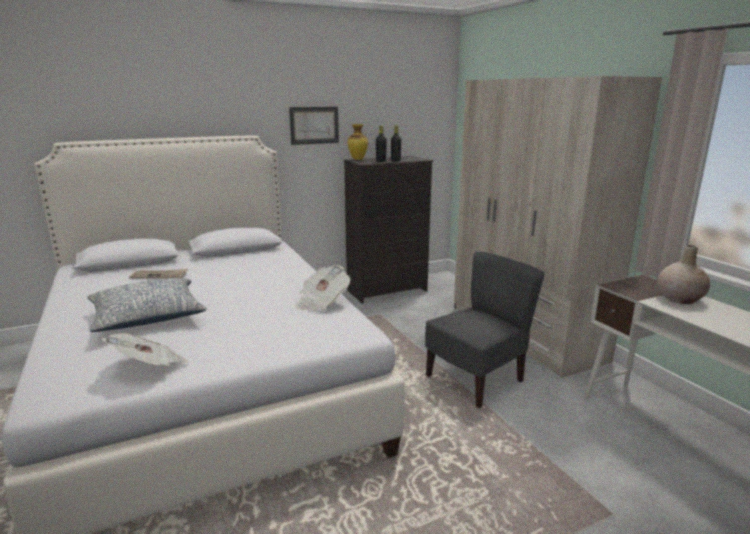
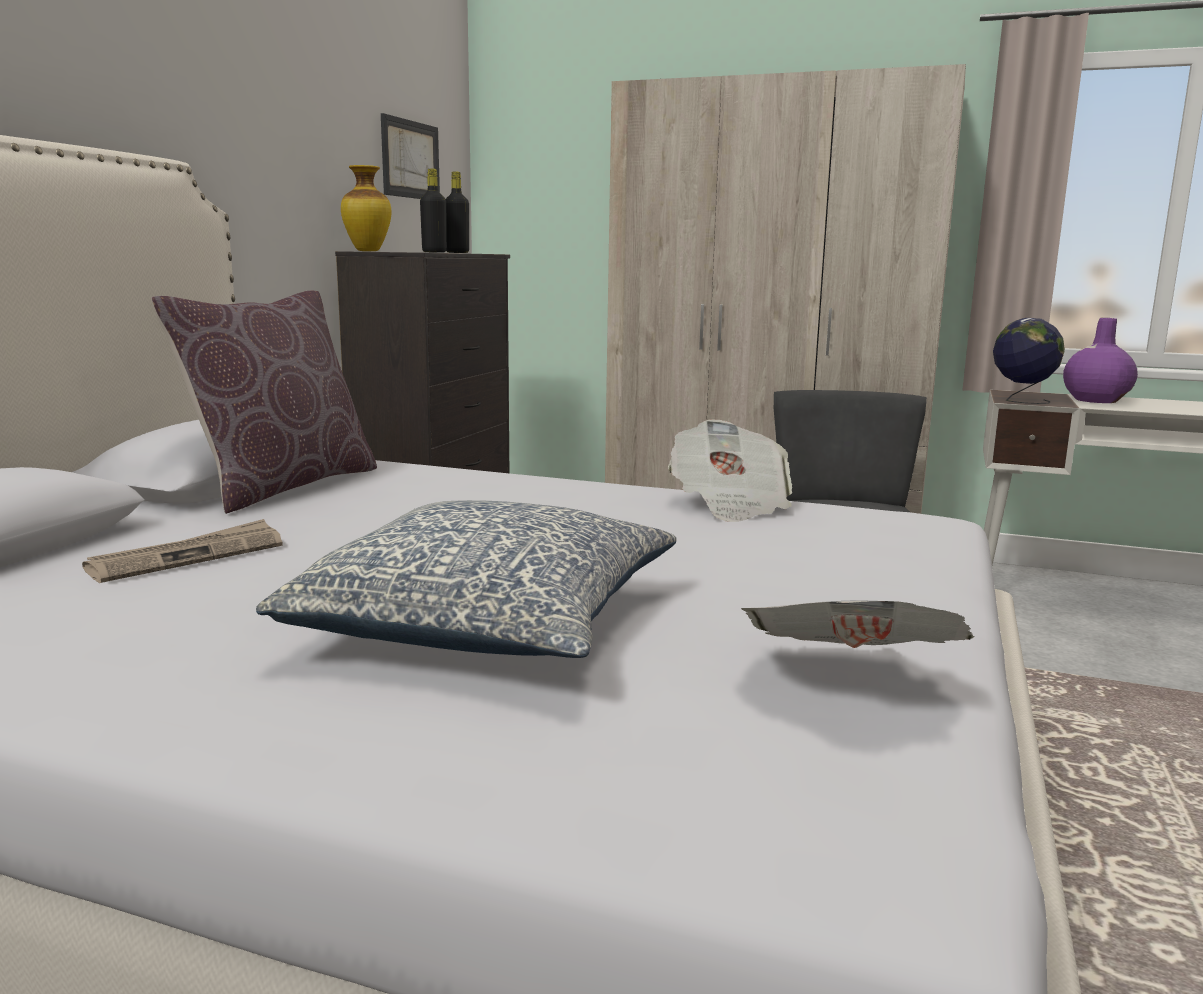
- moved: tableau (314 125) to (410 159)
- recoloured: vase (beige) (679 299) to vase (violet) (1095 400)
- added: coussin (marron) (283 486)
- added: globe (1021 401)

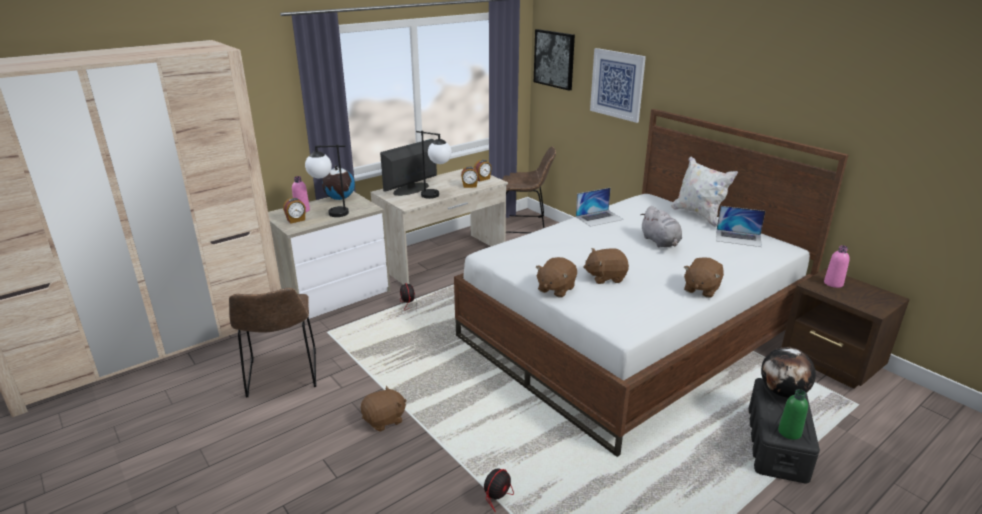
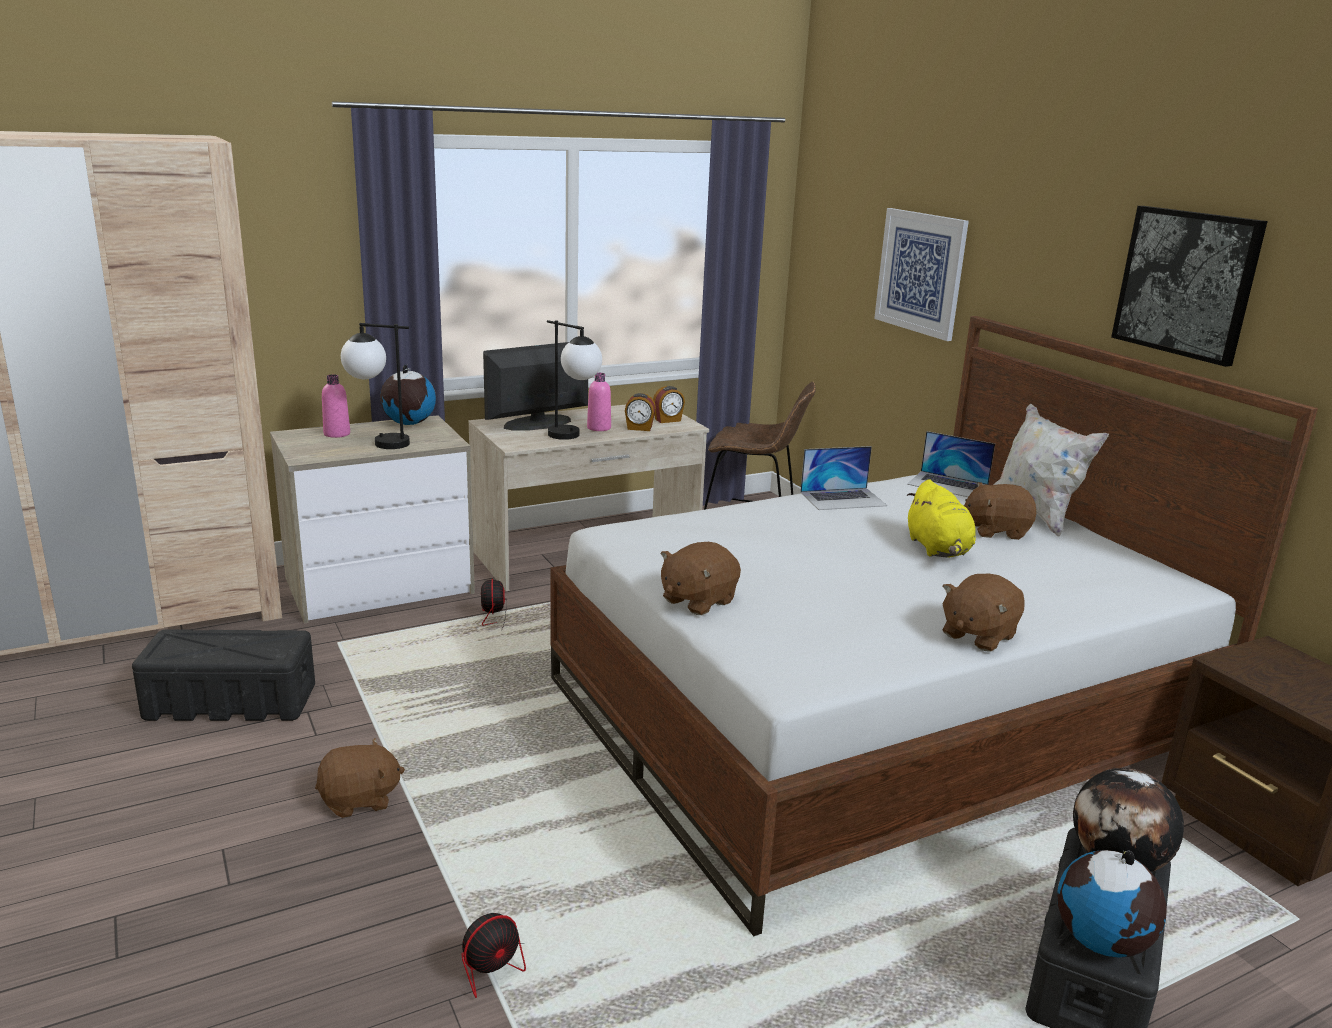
- moved: tableau (554 59) to (1186 283)
- removed: réveil (296 220)
- recoloured: peluche (gris) (660 242) to peluche (jaune) (938 549)
- moved: ordinateur portable (738 238) to (948 485)
- moved: bouteille (rose) (833 283) to (599 428)
- moved: peluche (marron) (605 277) to (996 531)
- replaced: chaise (marron) (282 376) to boîte de rangement (noir) (229 701)
- replaced: bouteille (vert) (789 432) to globe (1102 942)

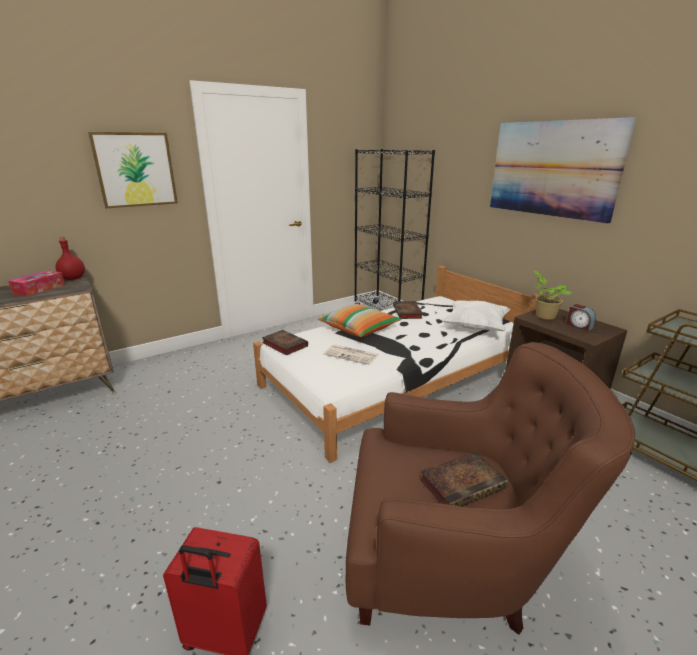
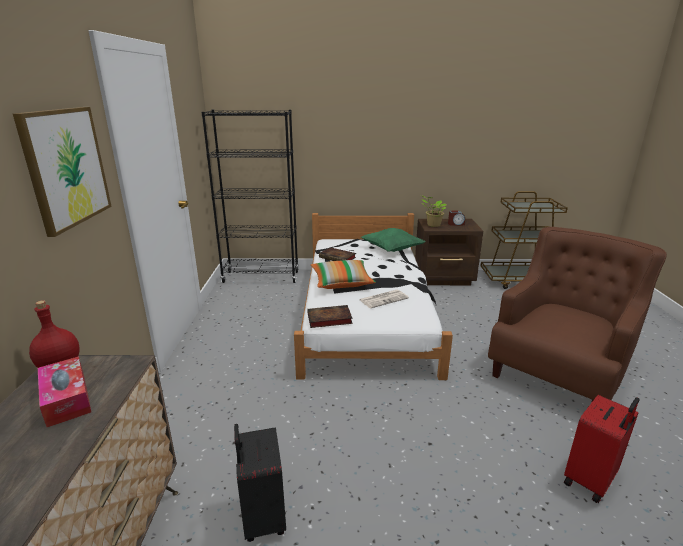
- removed: tableau (553 169)
- recoloured: coussin (blanc) (475 327) to coussin (vert) (392 249)
- removed: livre (463 483)
- added: valise (noir) (262 517)

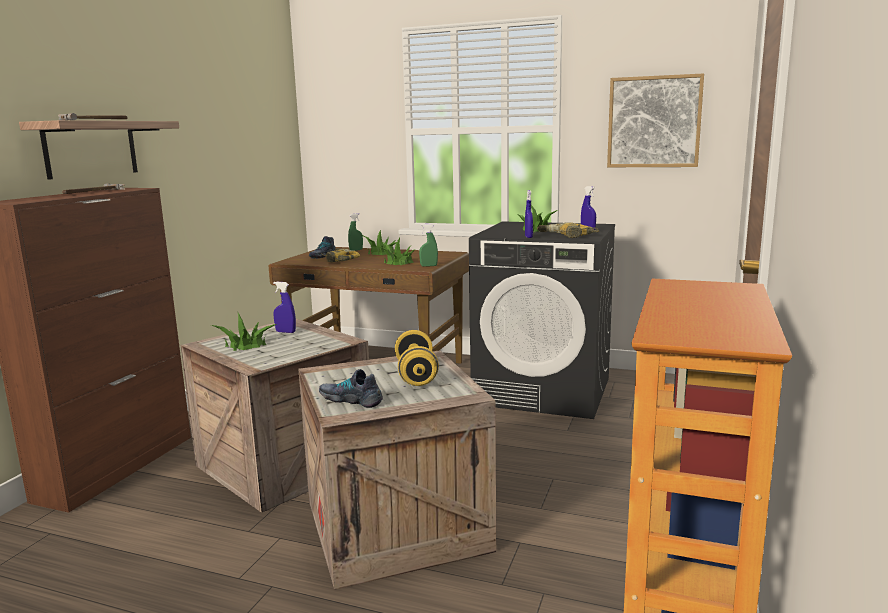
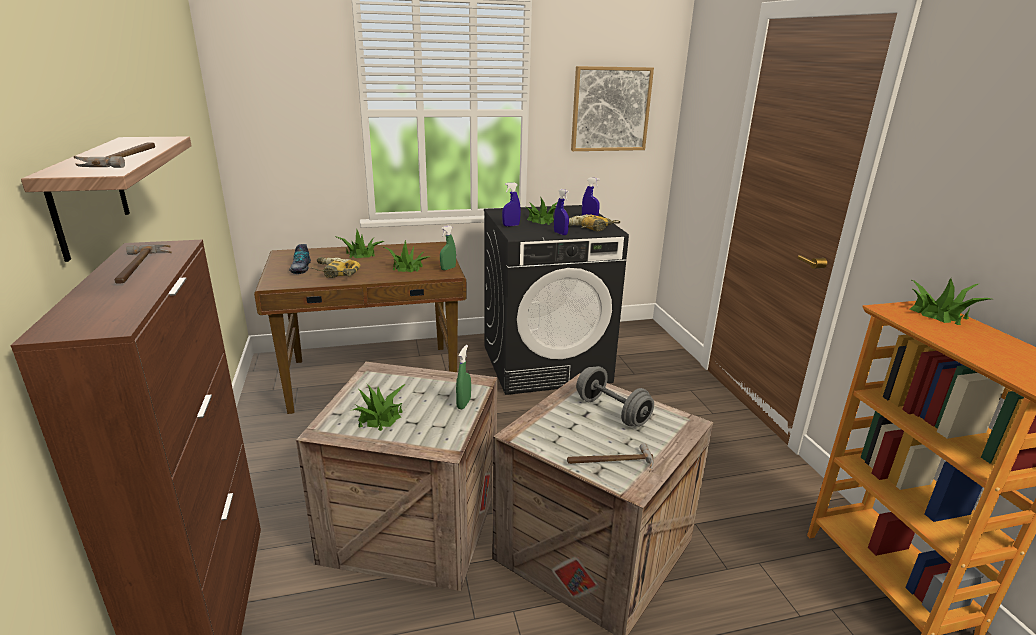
- moved: vaporisateur (vert) (356 250) to (463 404)
- moved: vaporisateur (bleu) (285 332) to (511 225)
- recoloured: haltère (jaune) (416 375) to haltère (gris) (612 411)
- replaced: chaussure (351 399) to marteau (610 462)
- added: plante en pot (939 314)

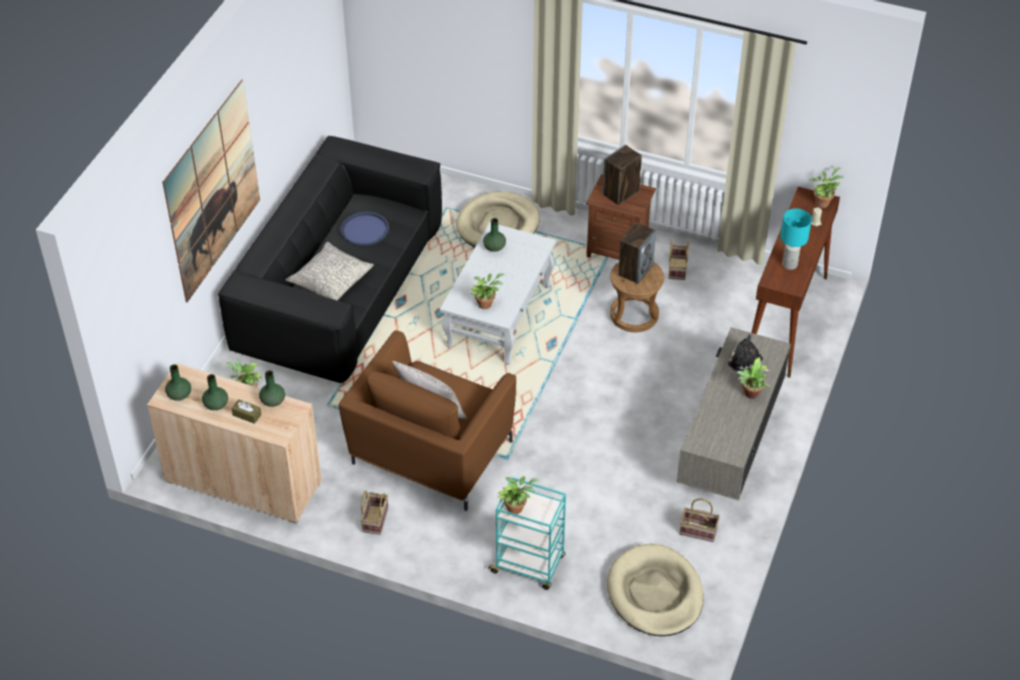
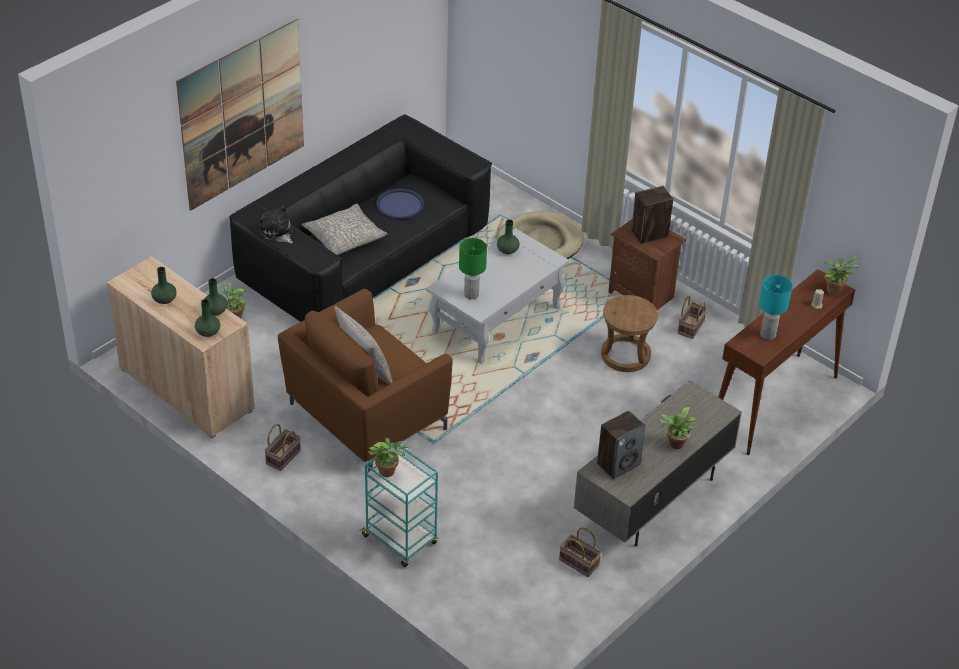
- moved: enceinte (635 270) to (618 464)
- replaced: plante en pot (486 303) to lampe de table (vert) (471 295)
- moved: peluche (747 363) to (277 232)
- moved: vase (vert) (179 395) to (208 332)
- removed: boîte à mouchoirs (marron) (247 415)
- removed: panier pour chien (beige) (655 593)

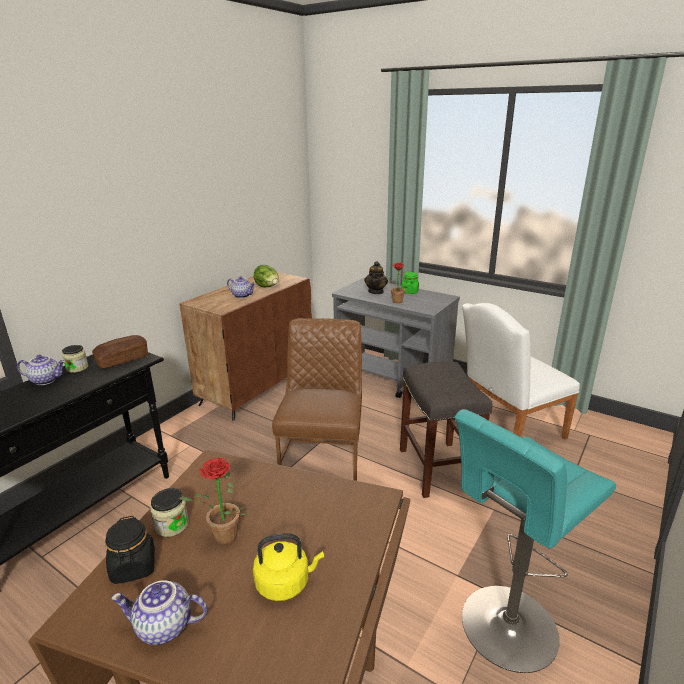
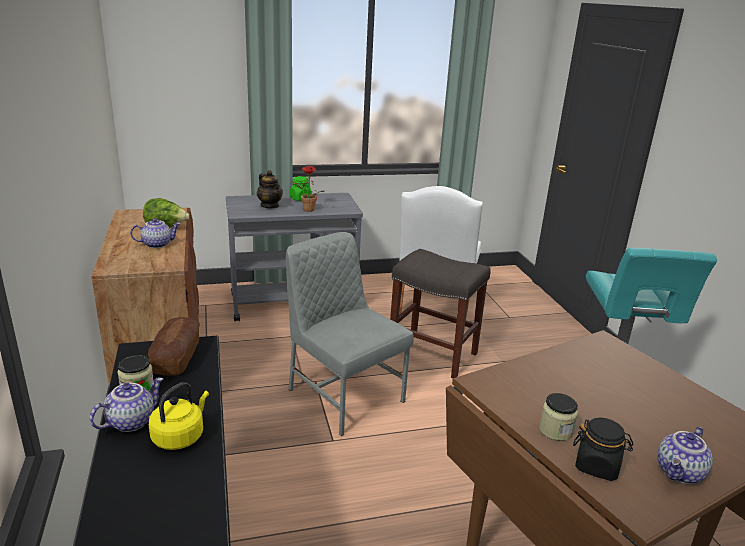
- recoloured: chaise (marron) (324 459) to chaise (gris) (343 395)
- removed: plante en pot (221 538)
- moved: bouilloire (jaune) (285 583) to (180 436)

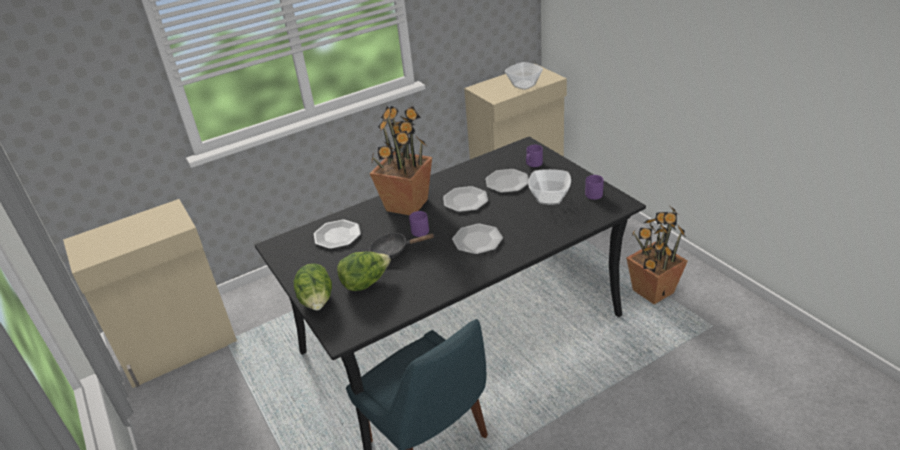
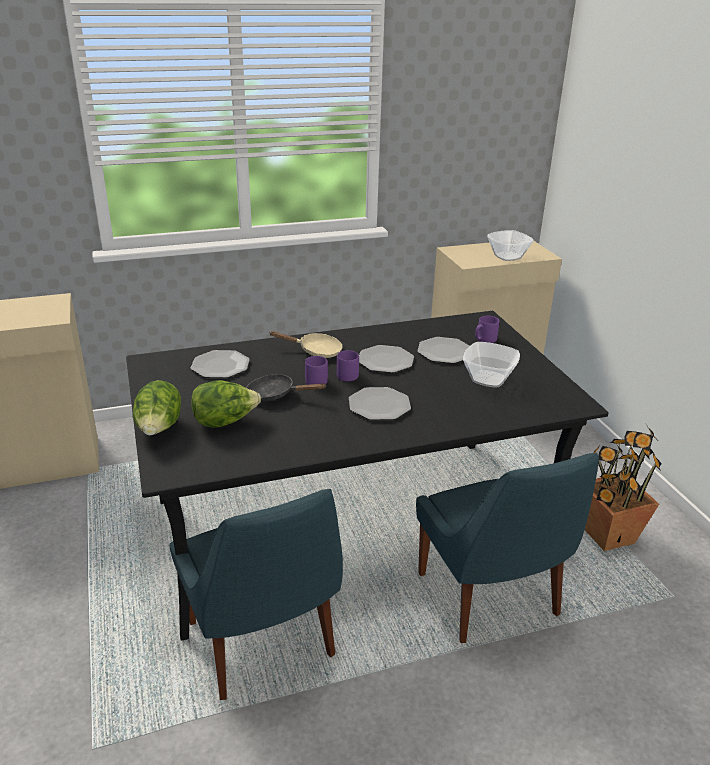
- replaced: plante en pot (407 204) to poêle (beige) (315 351)
- moved: mug (violet) (593 194) to (348 374)
- added: chaise (bleu) (490 598)

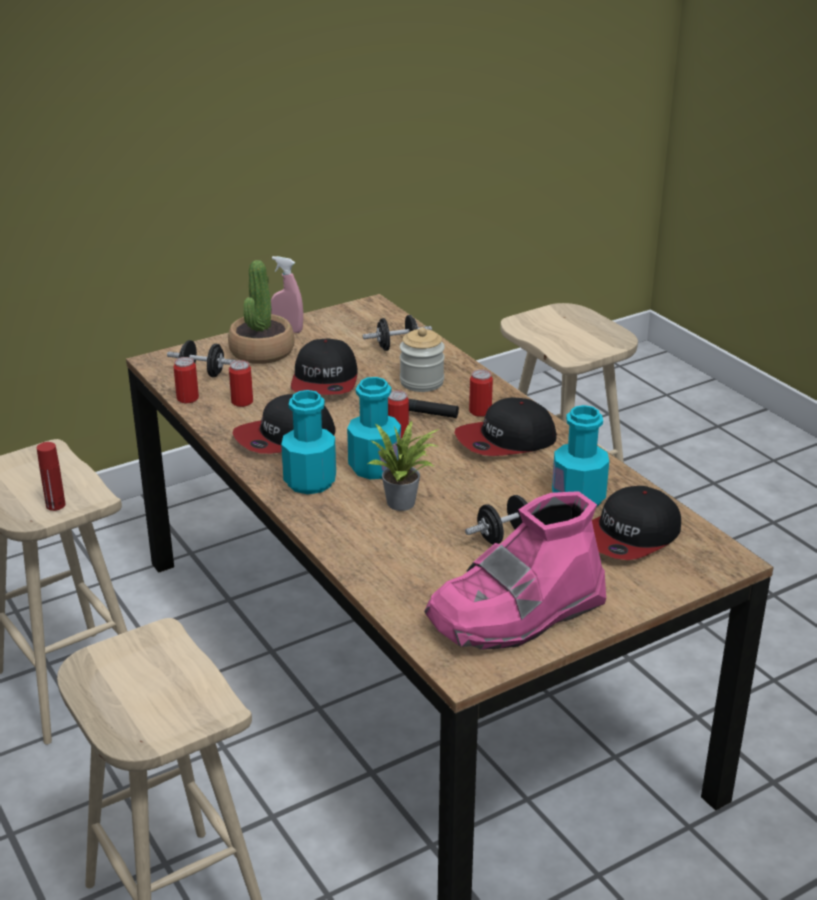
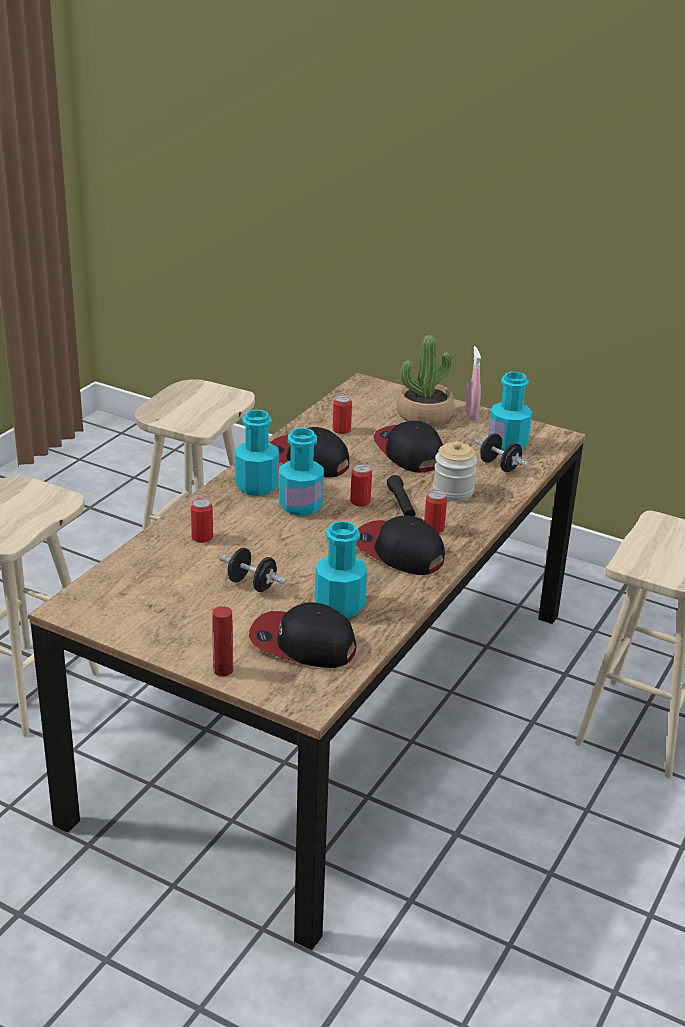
- turned: casquette (325 381) = (408 452) 90 degrees clockwise
- removed: haltère (noir) (202 373)
- moved: boîte métallique (187 398) to (202 537)
- removed: plante en pot (405 502)
- moved: bouteille (rouge) (55 505) to (223 670)
- removed: botte (rose) (517 615)
- added: bouteille (turquoise) (507 444)

